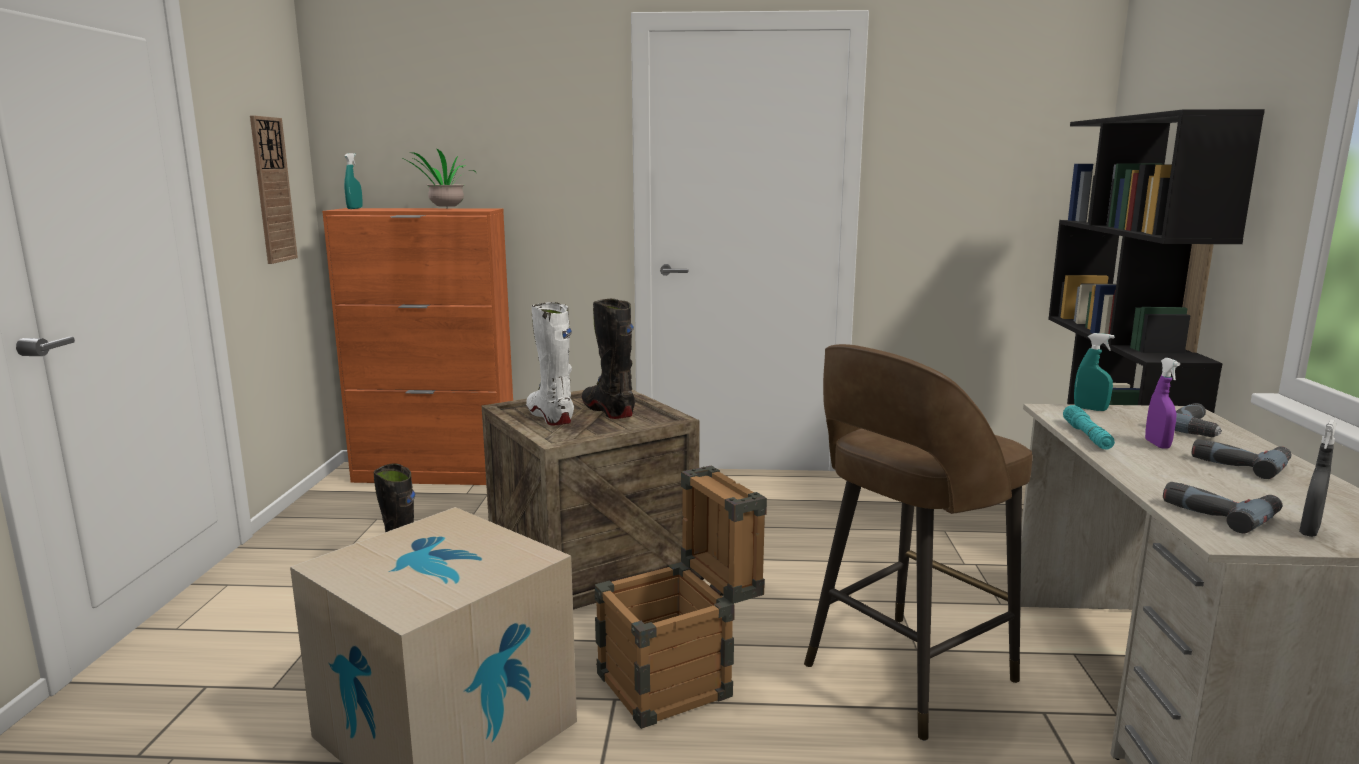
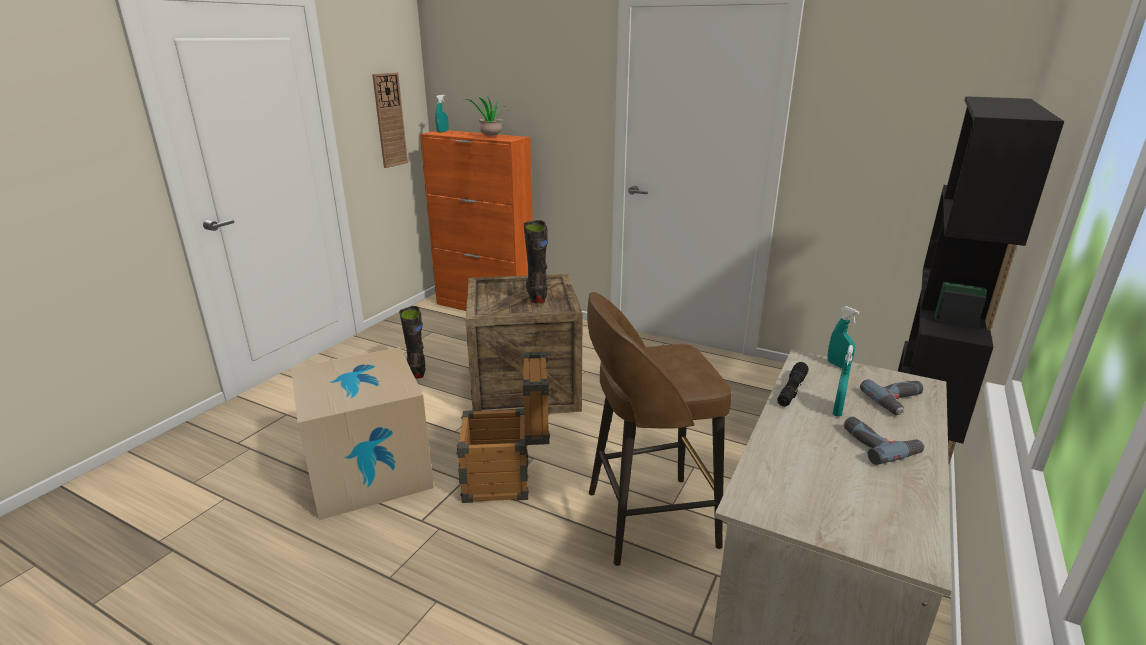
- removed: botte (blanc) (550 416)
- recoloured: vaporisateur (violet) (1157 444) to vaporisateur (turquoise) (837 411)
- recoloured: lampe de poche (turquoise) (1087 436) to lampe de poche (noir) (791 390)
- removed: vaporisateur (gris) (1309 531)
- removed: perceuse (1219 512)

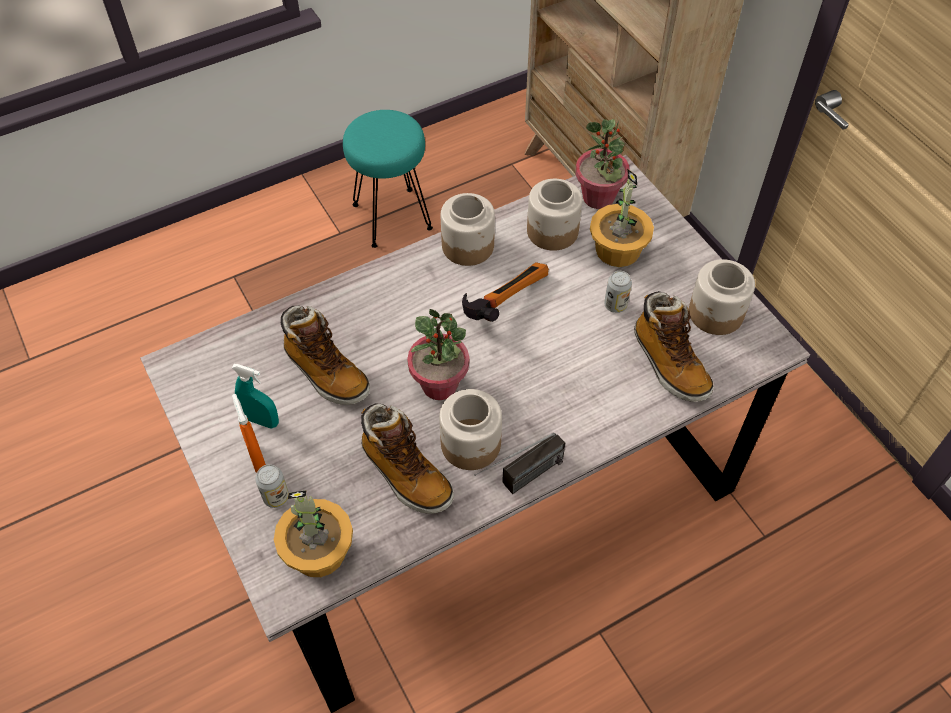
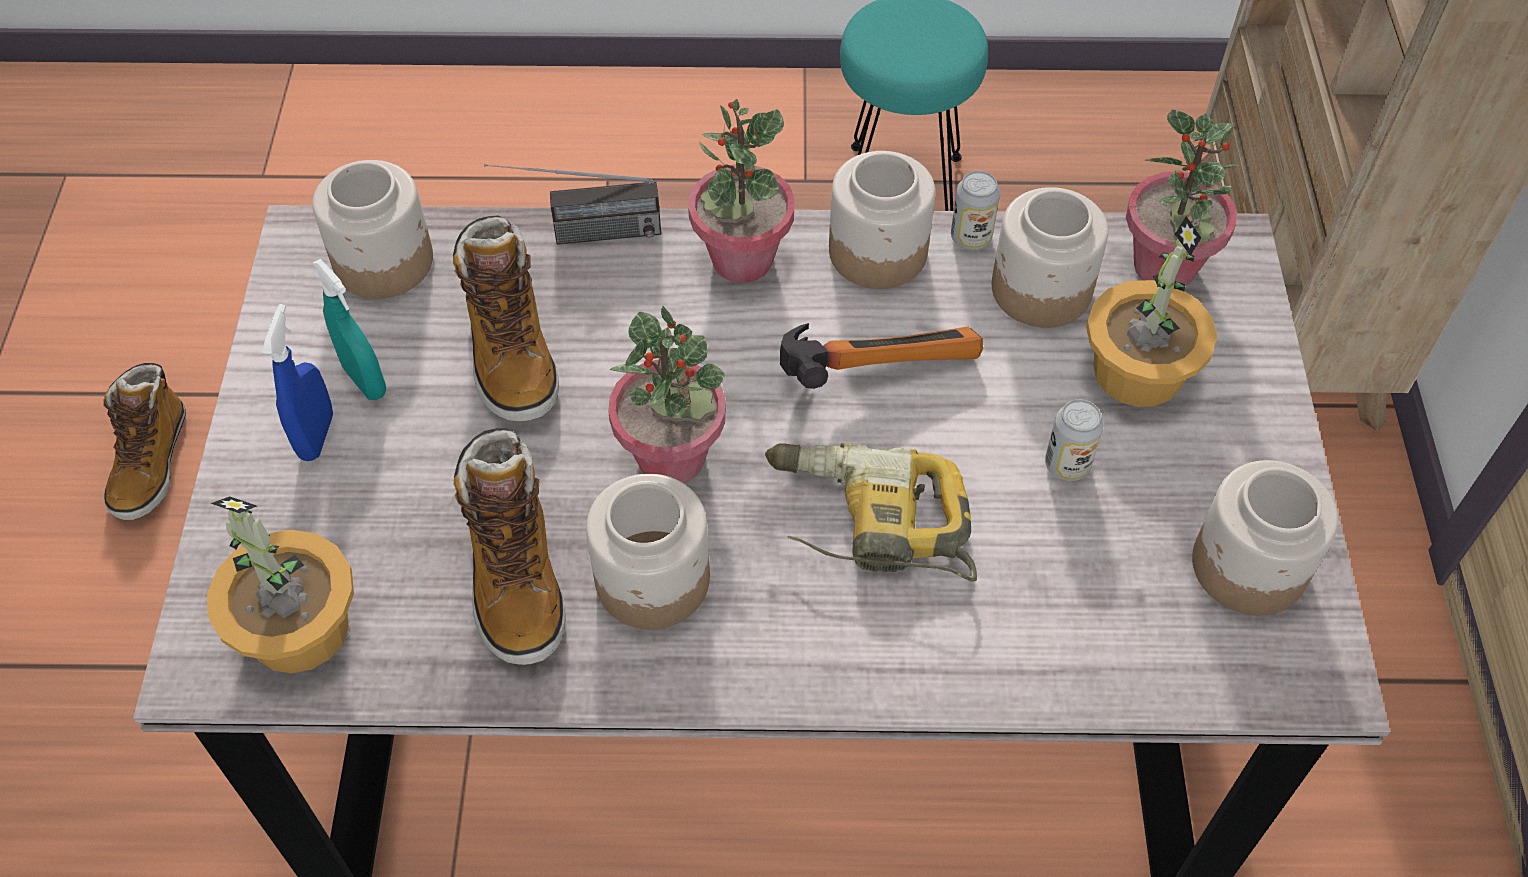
- moved: botte (669 364) to (151 463)
- recoloured: vaporisateur (orange) (257 458) to vaporisateur (bleu) (316 436)
- moved: radio (520 482) to (579 235)
- moved: boîte métallique (276 497) to (971 237)
- added: plante en pot (741 259)
- added: bocal (385 261)
- added: perceuse (867 523)

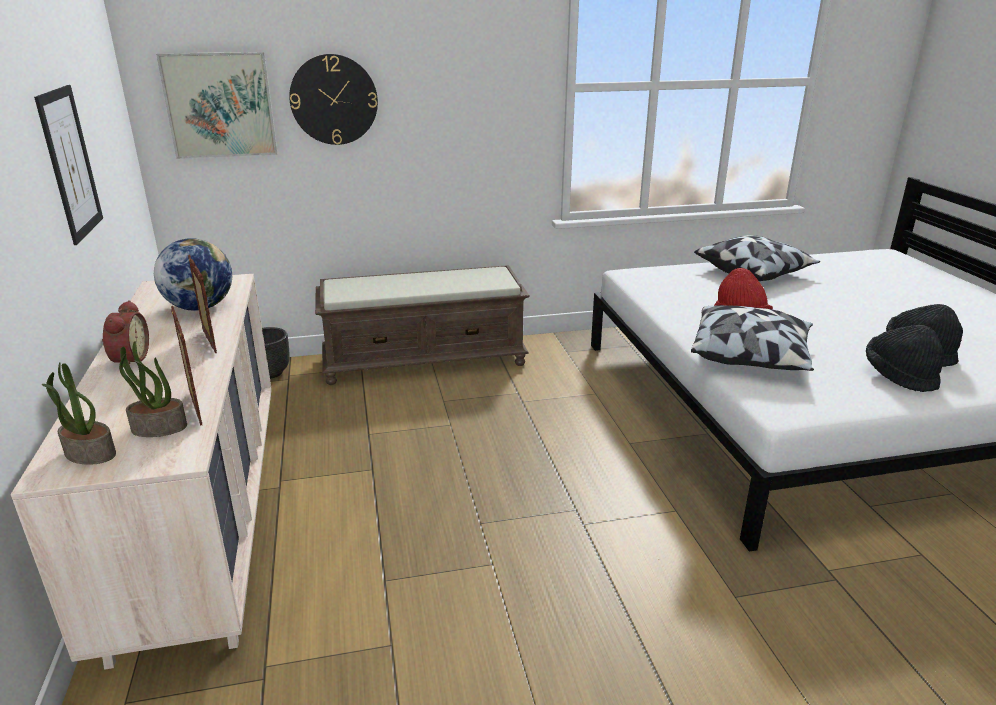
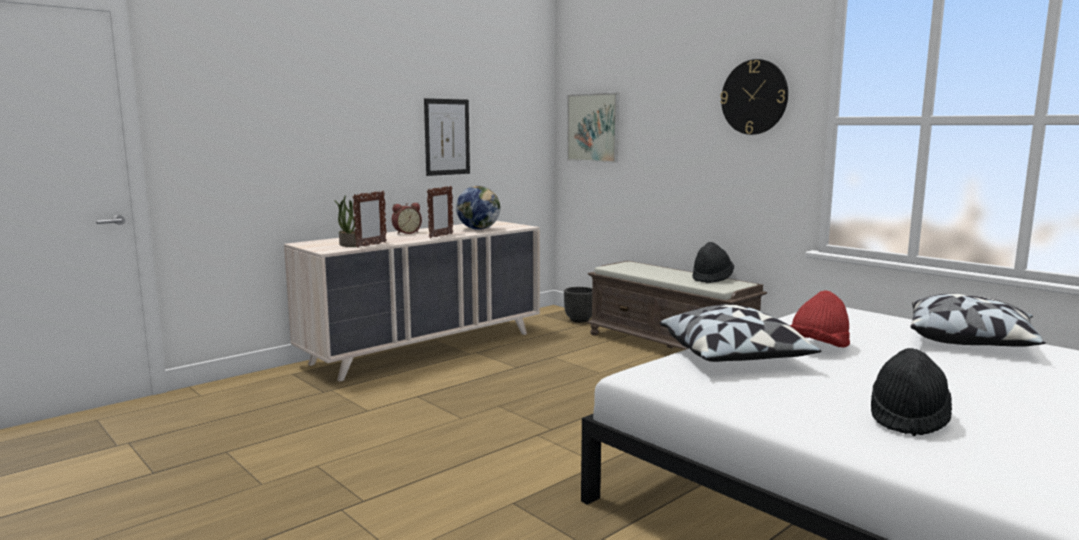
- moved: horloge murale (334 100) to (754 97)
- moved: chapeau (noir) (899 376) to (712 279)
- removed: plante en pot (89 454)

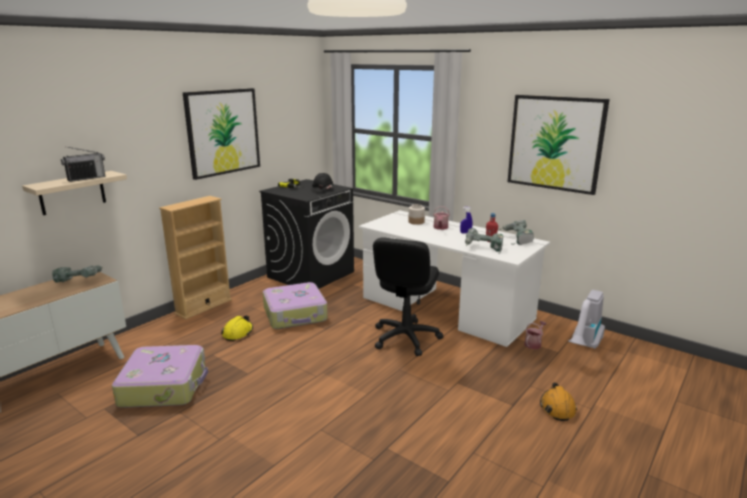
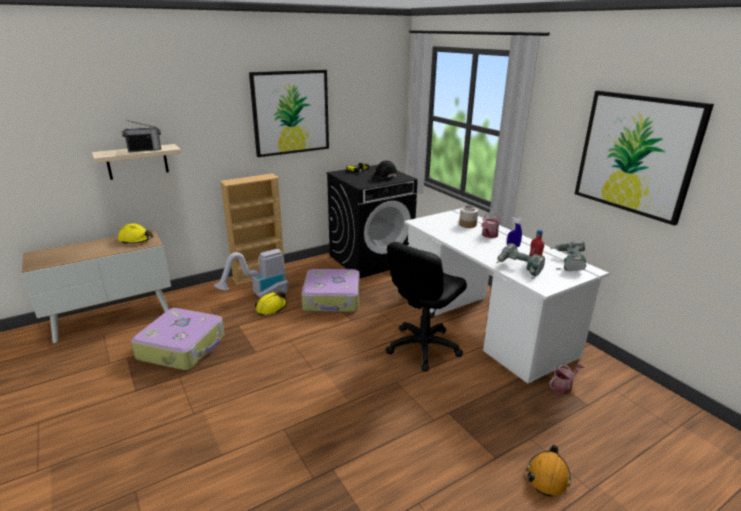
- replaced: perceuse (80 280) to casque de chantier (jaune) (136 240)
- moved: aspirateur (584 346) to (259 295)

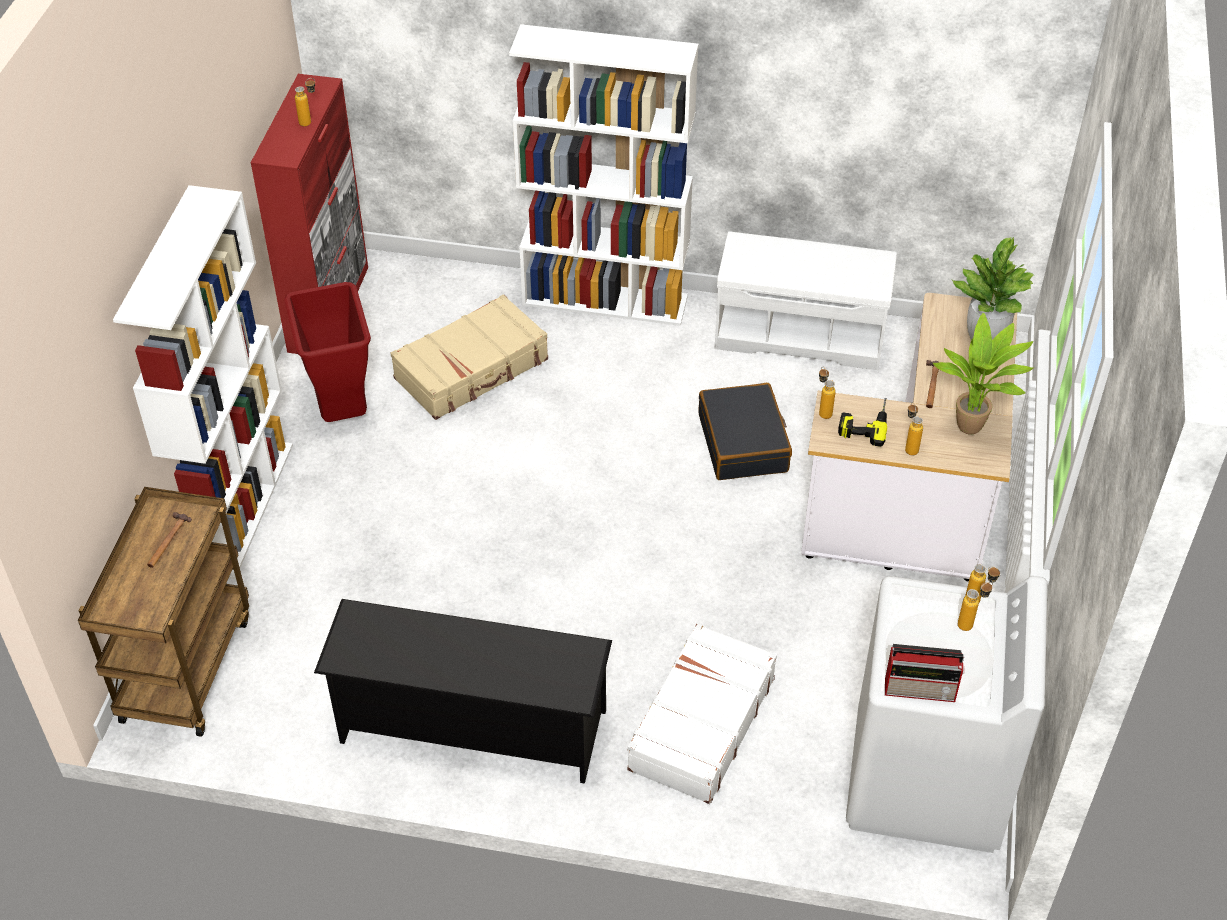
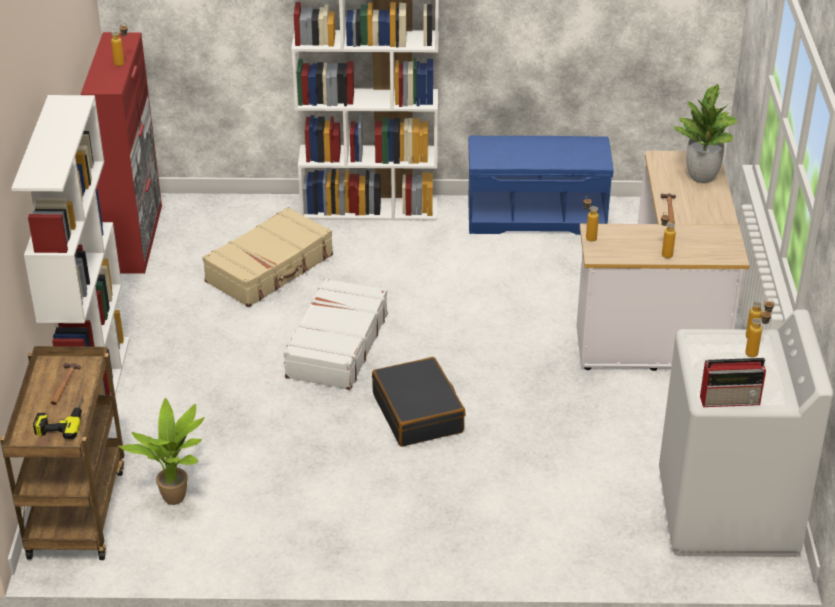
- recoloured: banc (blanc) (801 333) to banc (bleu) (537 216)
- removed: poubelle (rouge) (341 411)
- moved: plante en pot (973 429) to (177 500)
- moved: valise (noir) (743 443) to (418 413)
- moved: perceuse (864 422) to (61 420)
- removed: étagère à chaussures (noir) (471 727)
- moved: valise (blanc) (700 724) to (336 346)

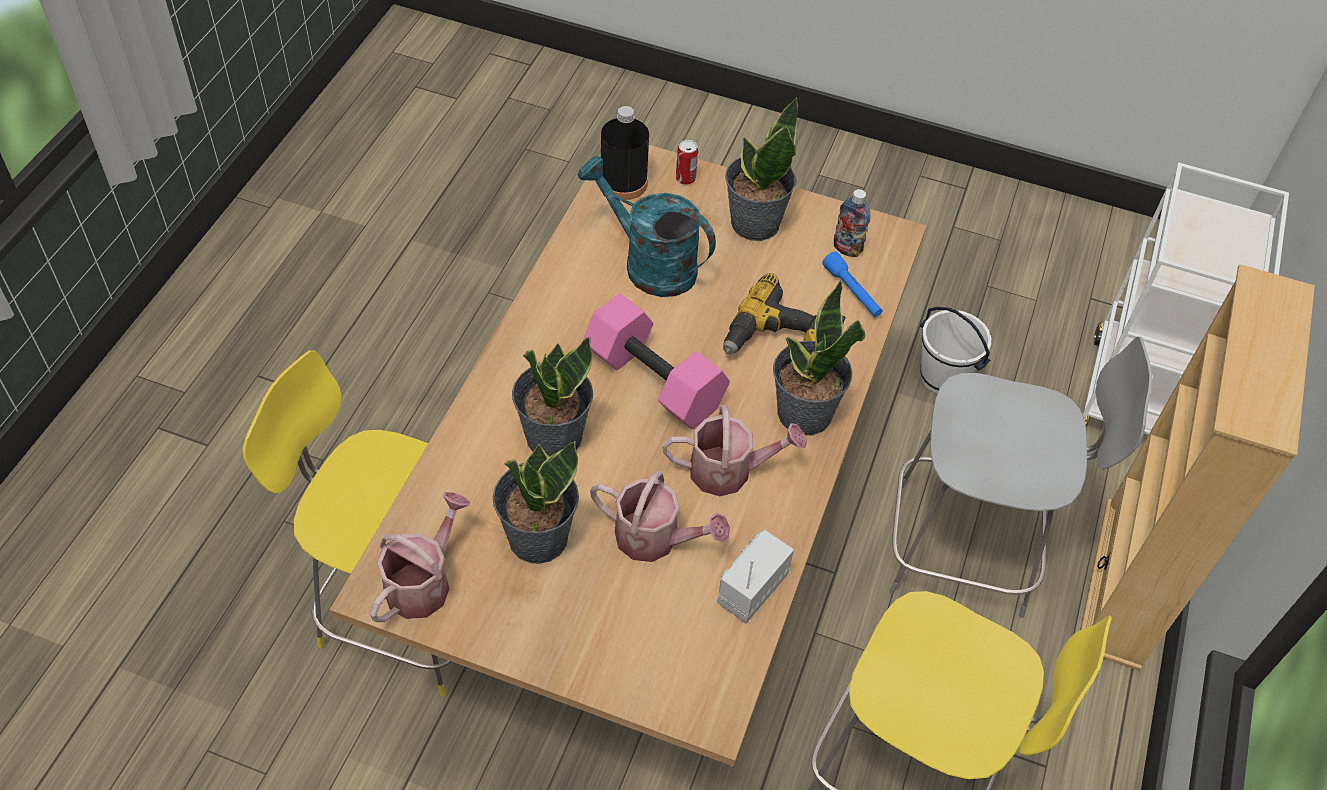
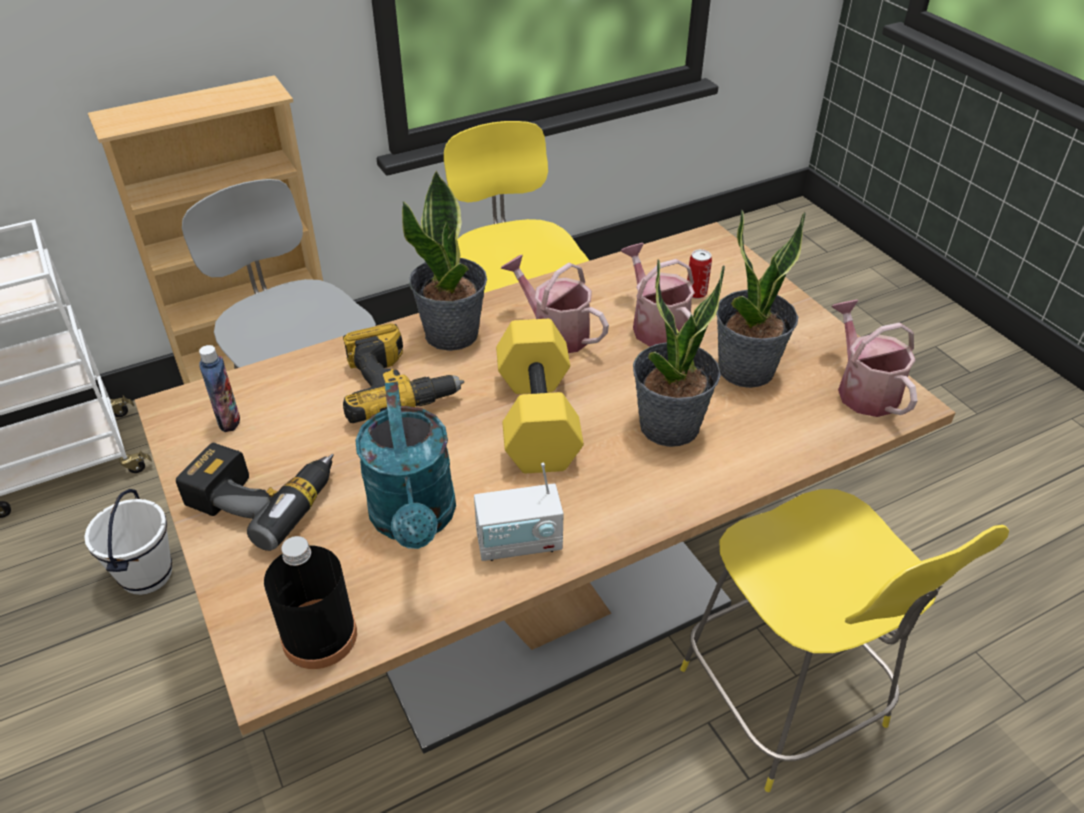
- replaced: plante en pot (754 223) to perceuse (264 496)
- moved: boîte métallique (685 178) to (696 293)
- removed: lampe de poche (bleu) (852 292)
- recoloured: haltère (rose) (656 380) to haltère (jaune) (535 417)
- turned: arrosoir (423 582) = (863 389) 90 degrees clockwise
- moved: radio (751 590) to (519 543)

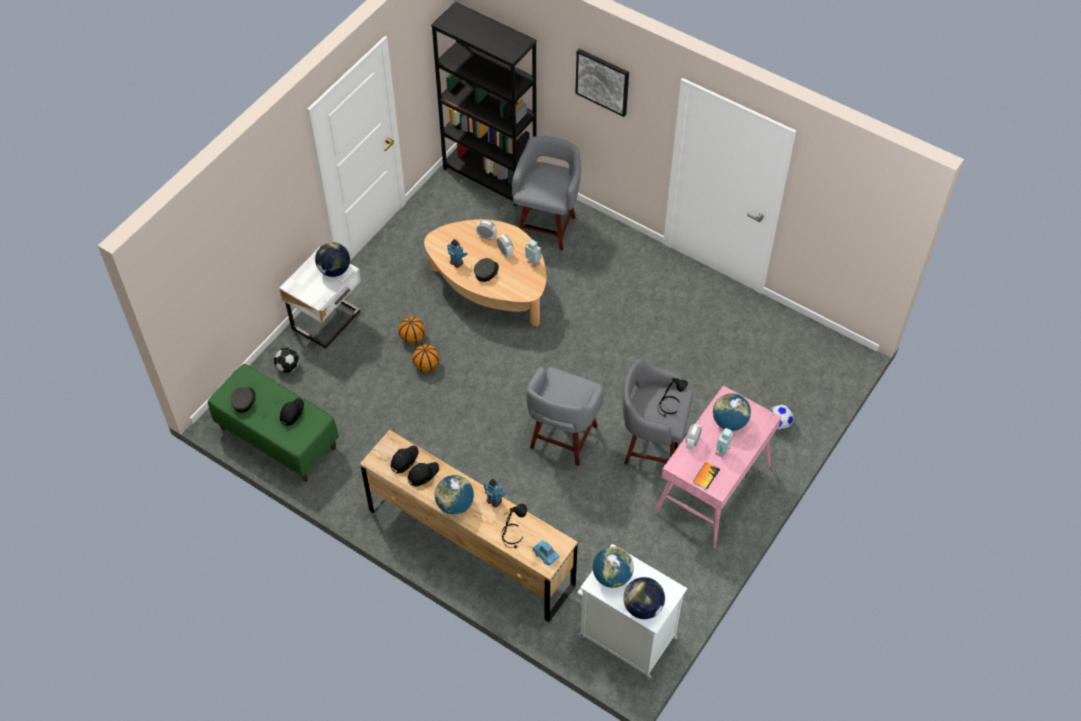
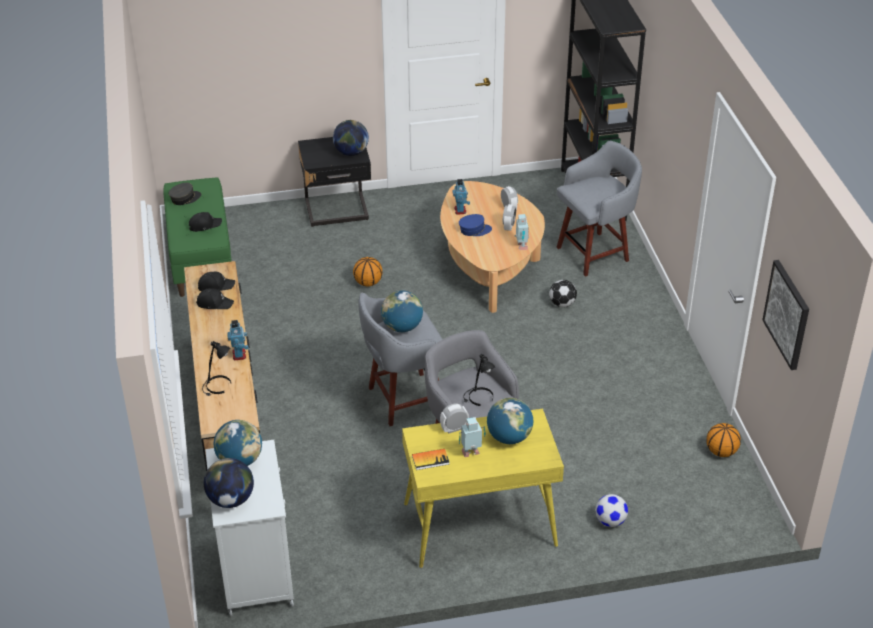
- moved: tableau (602 81) to (787 314)
- recoloured: table de chevet (blanc) (328 321) to table de chevet (noir) (337 211)
- recoloured: casquette (gris) (486 272) to casquette (bleu) (474 230)
- moved: ballon de basket (413 337) to (721 452)
- moved: ballon de foot (288 367) to (562 303)
- recoloured: bureau (rose) (713 490) to bureau (jaune) (479 525)
- moved: globe (455 504) to (402 327)
- removed: petite voiture (bleu) (545 554)

